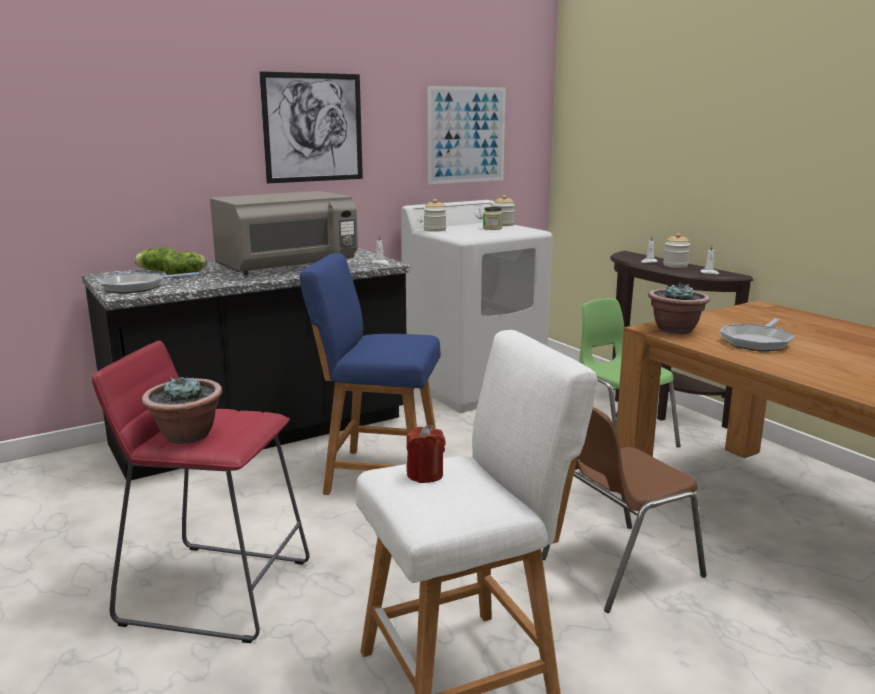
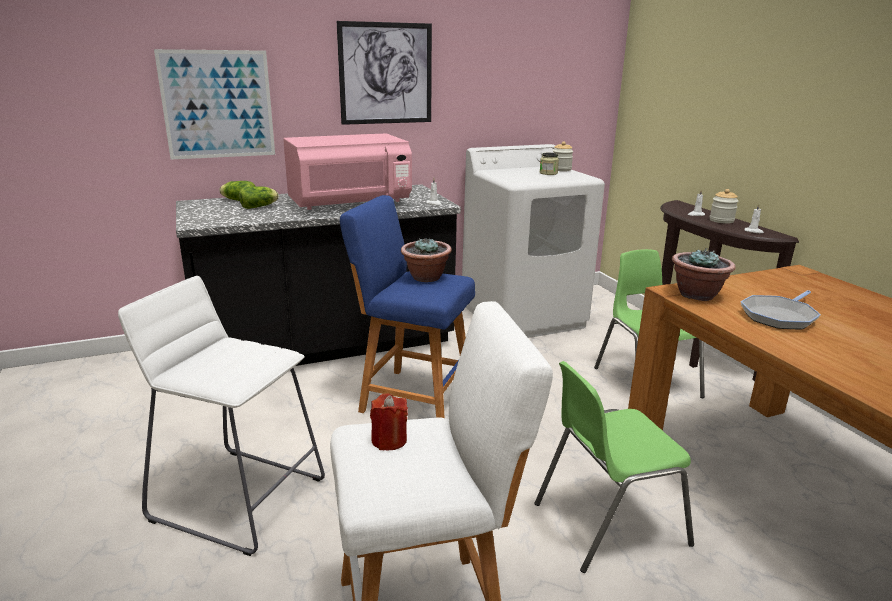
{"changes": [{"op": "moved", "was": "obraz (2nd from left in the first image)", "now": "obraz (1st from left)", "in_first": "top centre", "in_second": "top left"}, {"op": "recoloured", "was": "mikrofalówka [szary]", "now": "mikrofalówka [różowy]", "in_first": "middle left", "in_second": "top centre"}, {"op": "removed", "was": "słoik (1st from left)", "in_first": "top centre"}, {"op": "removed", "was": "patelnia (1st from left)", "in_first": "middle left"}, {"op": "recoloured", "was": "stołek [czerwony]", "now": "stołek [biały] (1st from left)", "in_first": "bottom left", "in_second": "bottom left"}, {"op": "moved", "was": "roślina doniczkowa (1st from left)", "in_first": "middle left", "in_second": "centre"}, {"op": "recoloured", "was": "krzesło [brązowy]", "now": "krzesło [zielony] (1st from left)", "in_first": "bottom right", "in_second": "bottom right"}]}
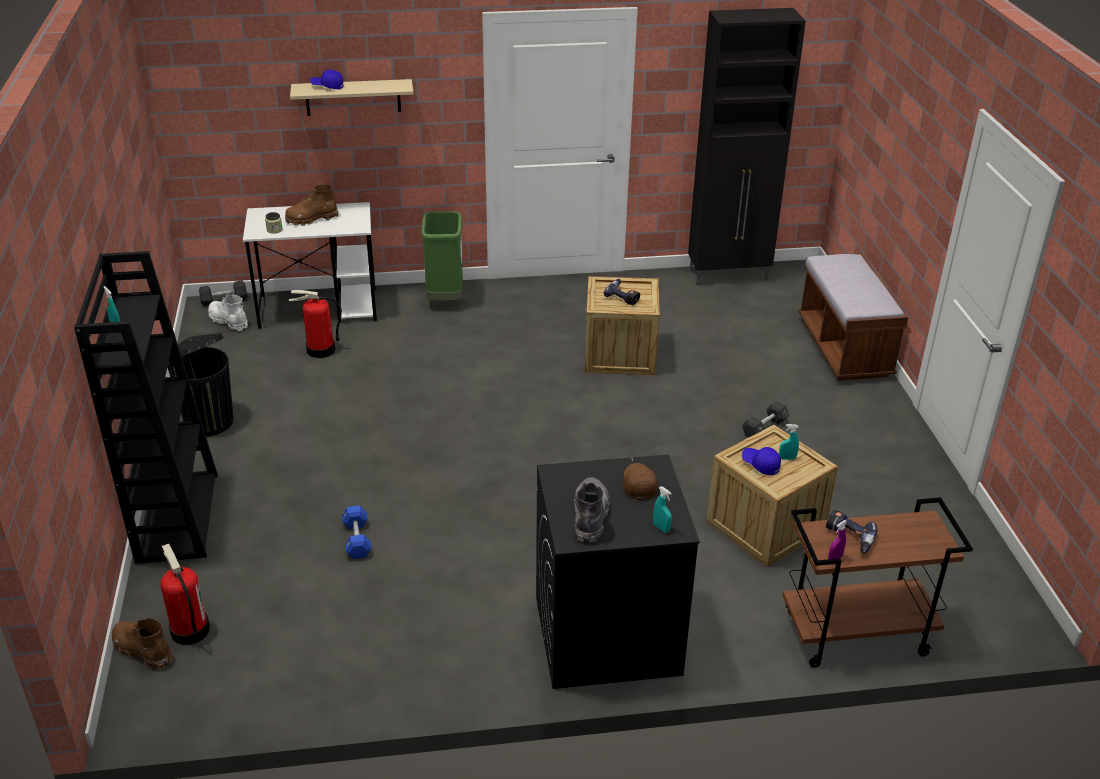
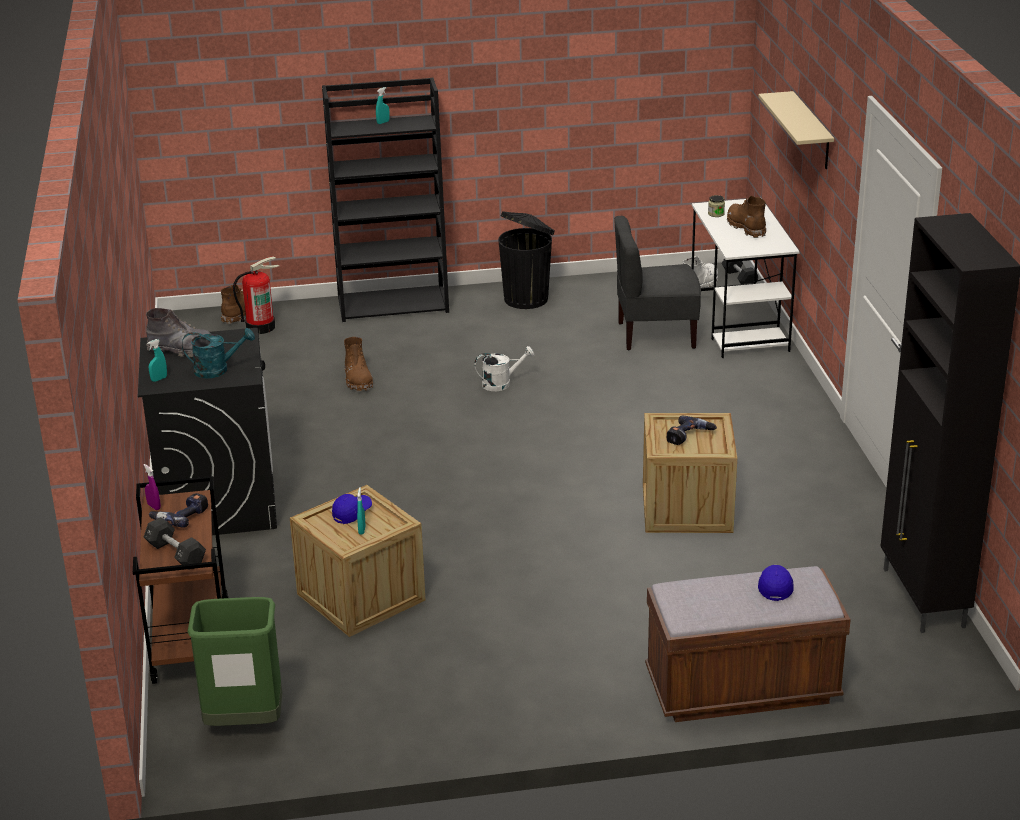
{"changes": [{"op": "moved", "was": "czapka z daszkiem [niebieski] (1st from left in the first image)", "now": "czapka z daszkiem [niebieski] (2nd from left)", "in_first": "top left", "in_second": "bottom right"}, {"op": "moved", "was": "kosz na śmieci [zielony]", "in_first": "top centre", "in_second": "bottom left"}, {"op": "replaced", "was": "gaśnica (2nd from left)", "now": "krzesło [szary]", "in_first": "middle left", "in_second": "centre"}, {"op": "moved", "was": "hantel [czarny] (2nd from left in the first image)", "now": "hantel [czarny] (1st from left)", "in_first": "middle right", "in_second": "middle left"}, {"op": "replaced", "was": "czapka z daszkiem [brązowy]", "now": "konewka [turkusowy]", "in_first": "centre", "in_second": "middle left"}, {"op": "replaced", "was": "hantel [niebieski]", "now": "but z cholewką [brązowy] (2nd from left)", "in_first": "bottom left", "in_second": "centre"}, {"op": "added", "now": "konewka [biały]", "in_second": "centre"}]}
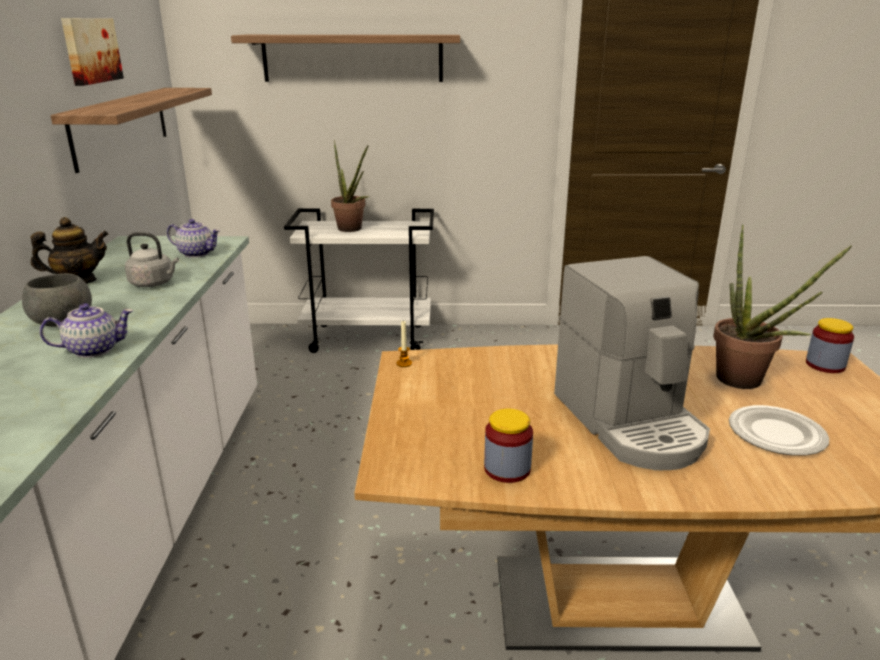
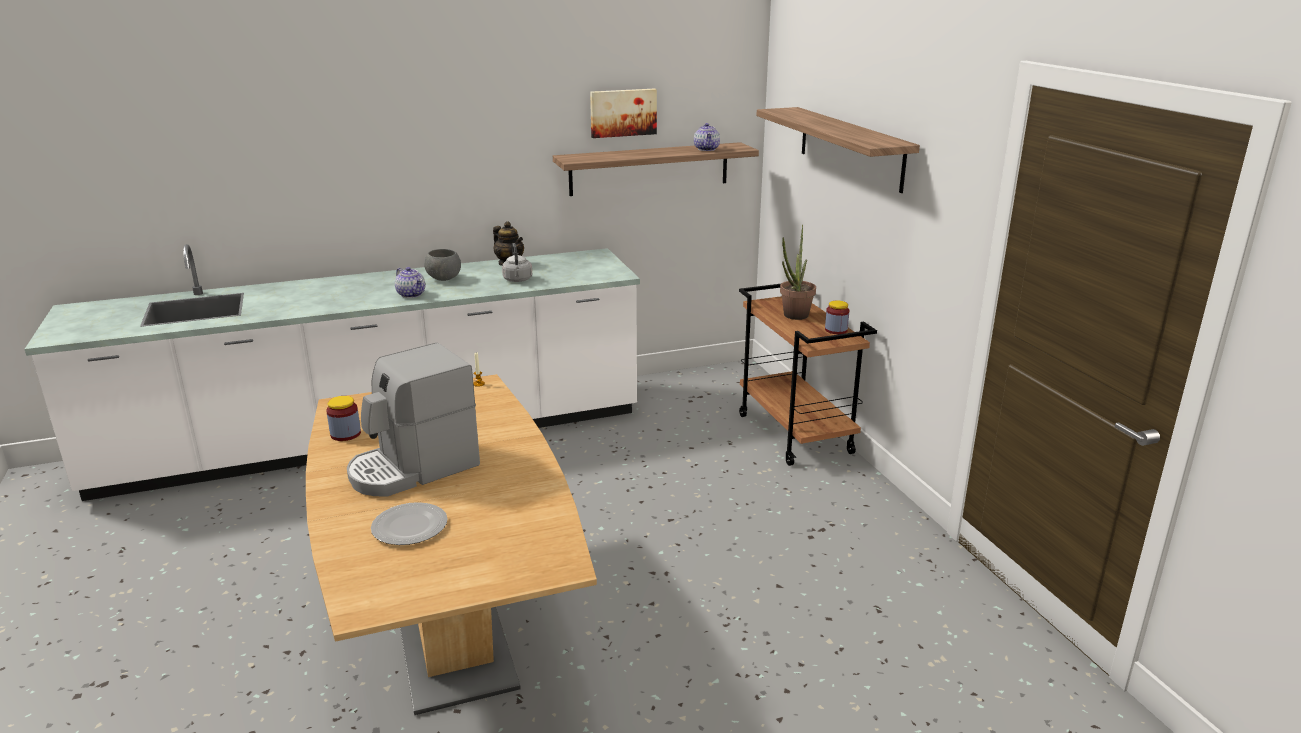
{"changes": [{"op": "recoloured", "was": "wózek [biały]", "now": "wózek [brązowy]", "in_first": "centre", "in_second": "centre"}, {"op": "moved", "was": "imbryk (3rd from left)", "in_first": "middle left", "in_second": "top centre"}, {"op": "removed", "was": "roślina doniczkowa (2nd from left)", "in_first": "middle right"}, {"op": "moved", "was": "słoik (2nd from left)", "in_first": "middle right", "in_second": "centre"}]}
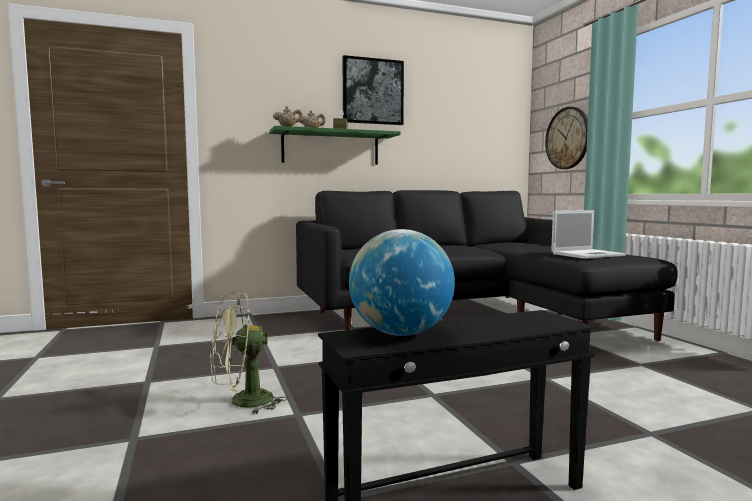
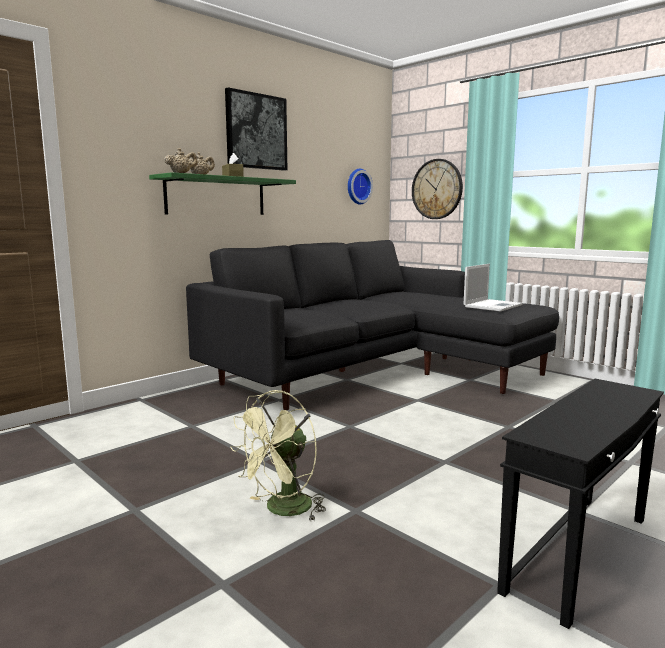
{"changes": [{"op": "removed", "was": "globus", "in_first": "centre"}, {"op": "added", "now": "zegar ścienny (1st from left)", "in_second": "top centre"}]}
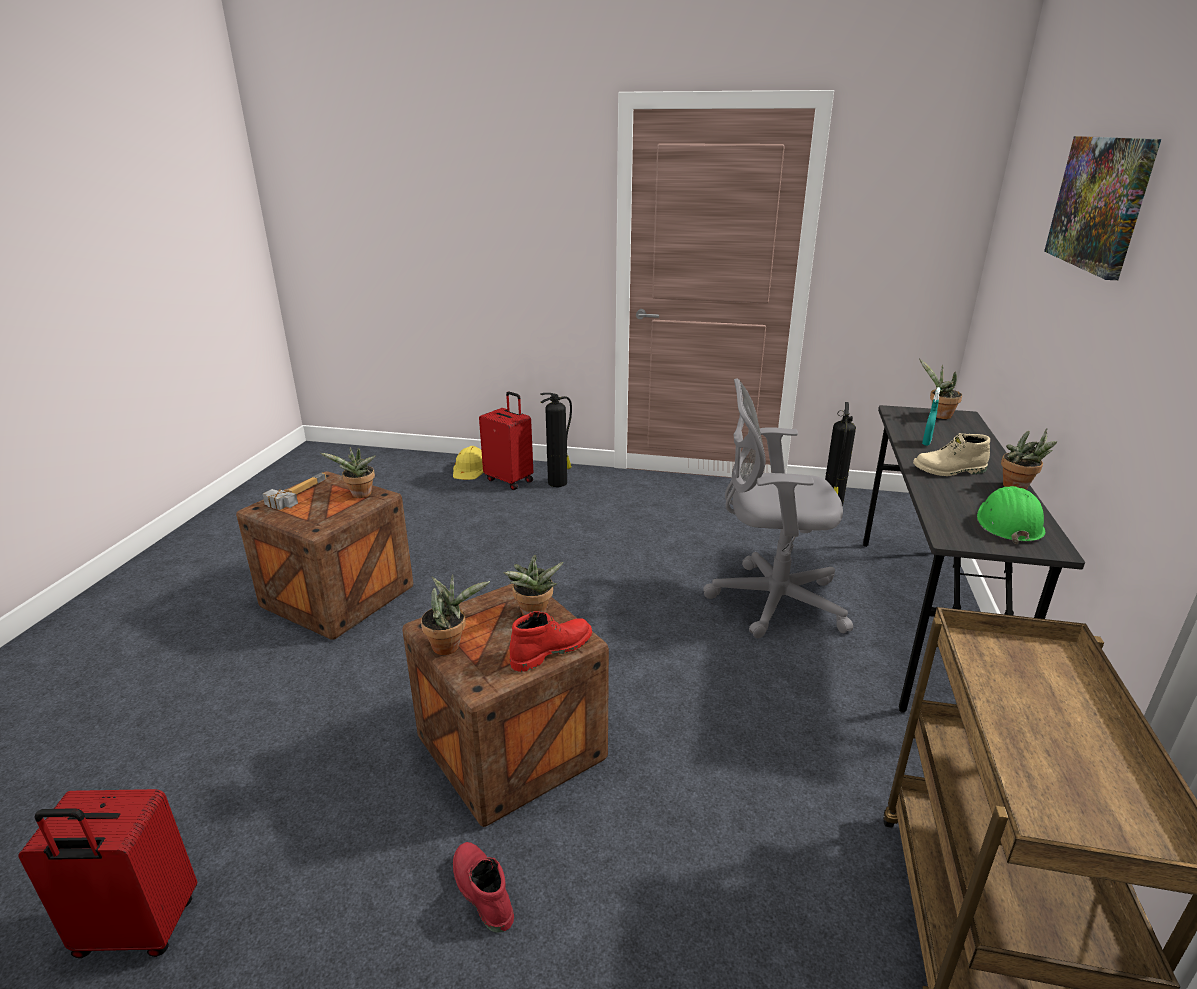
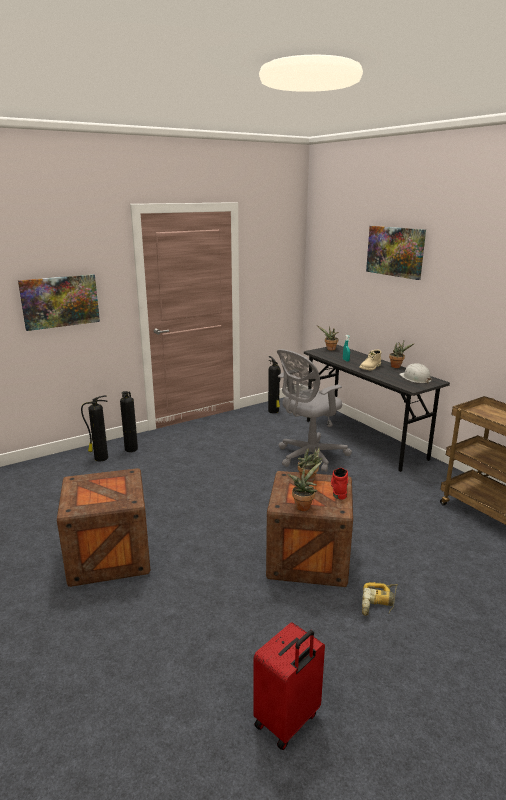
{"changes": [{"op": "replaced", "was": "walizka [czerwony] (2nd from left)", "now": "gaśnica (1st from left)", "in_first": "centre", "in_second": "middle left"}, {"op": "removed", "was": "kask [żółty]", "in_first": "centre"}, {"op": "removed", "was": "roślina doniczkowa (1st from left)", "in_first": "middle left"}, {"op": "removed", "was": "młotek", "in_first": "middle left"}, {"op": "recoloured", "was": "kask [zielony]", "now": "kask [biały]", "in_first": "middle right", "in_second": "middle right"}, {"op": "replaced", "was": "but z cholewką [czerwony] (1st from left)", "now": "wiertarka", "in_first": "bottom centre", "in_second": "bottom right"}, {"op": "added", "now": "obraz (1st from left)", "in_second": "middle left"}]}
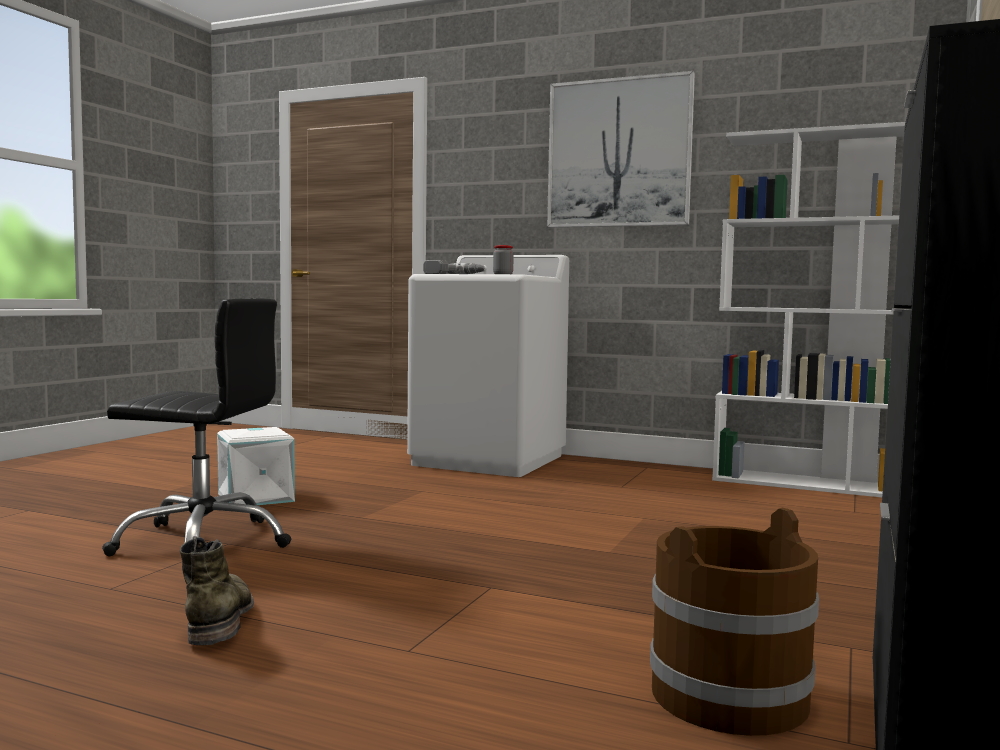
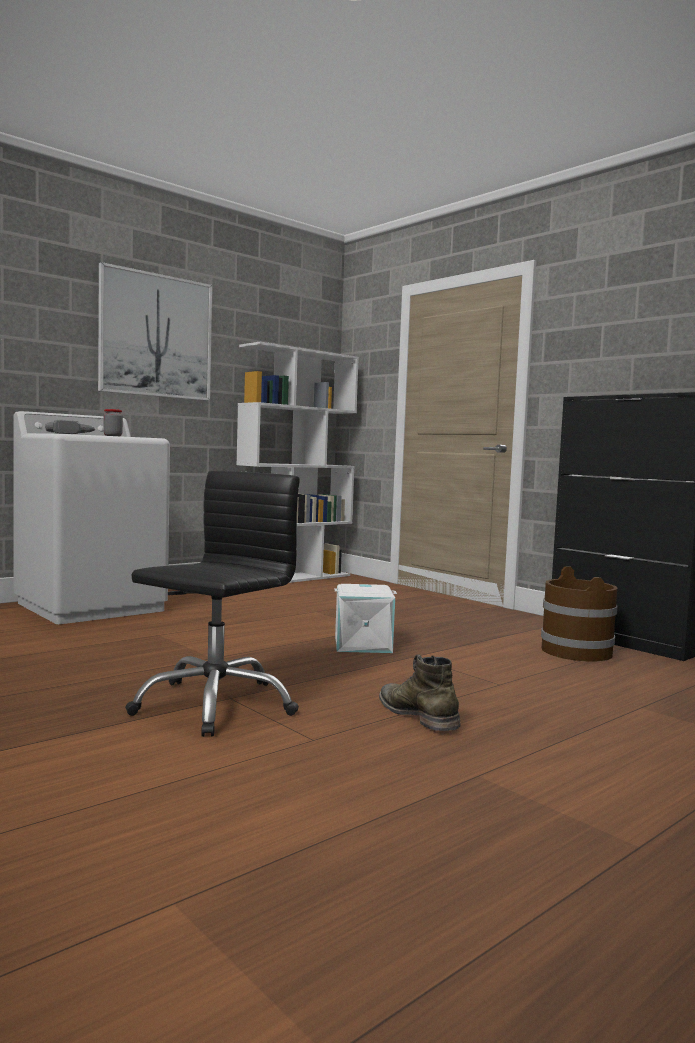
{"changes": [{"op": "moved", "was": "pojemnik do przechowywania [biały]", "in_first": "middle left", "in_second": "centre"}, {"op": "turned", "was": "but z cholewką [zielony]", "in_first": "bottom left", "in_second": "centre", "clockwise": 45}]}
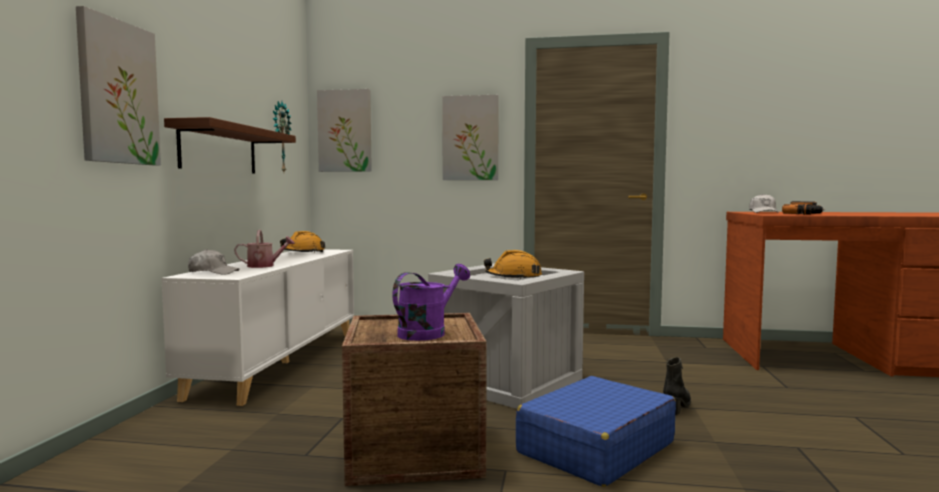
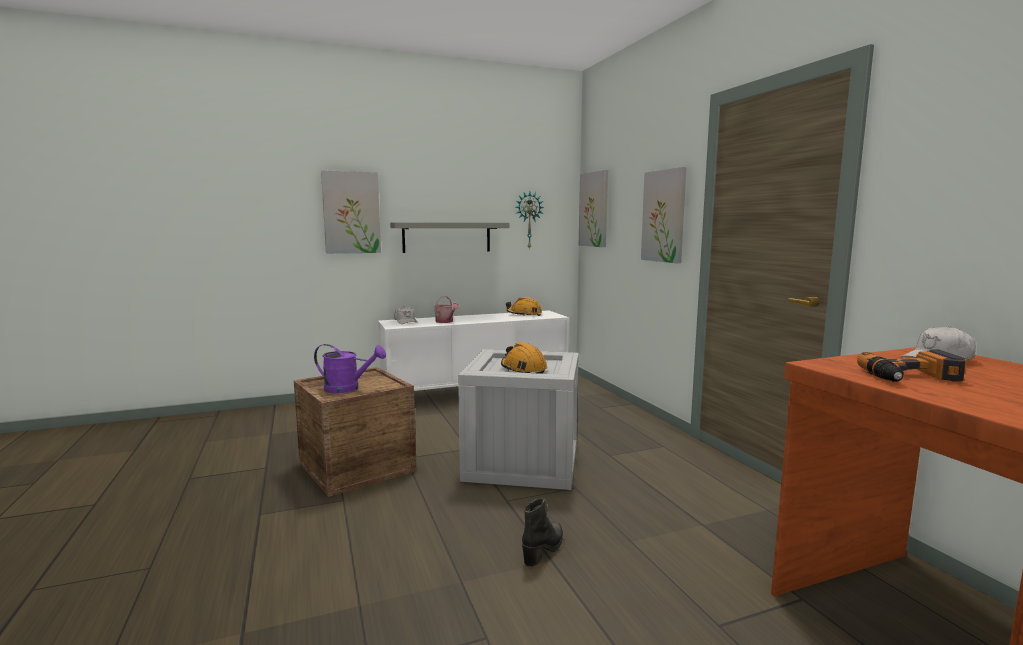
{"changes": [{"op": "recoloured", "was": "półka [brązowy]", "now": "półka [szary]", "in_first": "top left", "in_second": "centre"}, {"op": "turned", "was": "but z cholewką [czarny]", "in_first": "bottom right", "in_second": "bottom centre", "clockwise": -60}, {"op": "removed", "was": "walizka [niebieski]", "in_first": "bottom centre"}]}
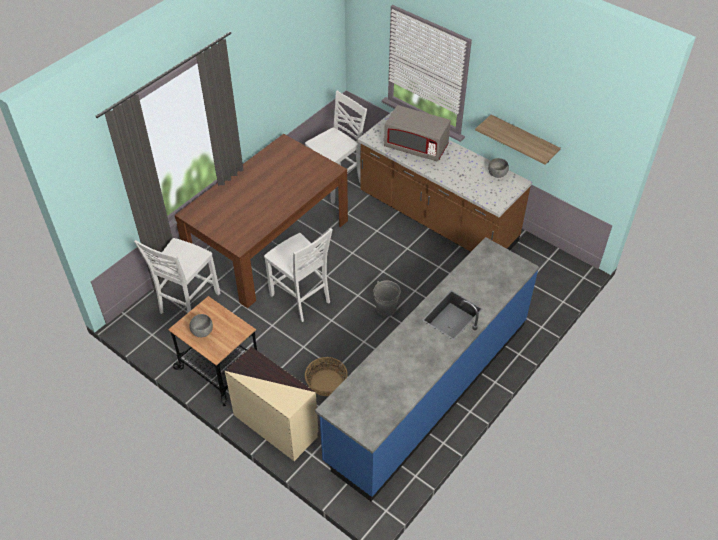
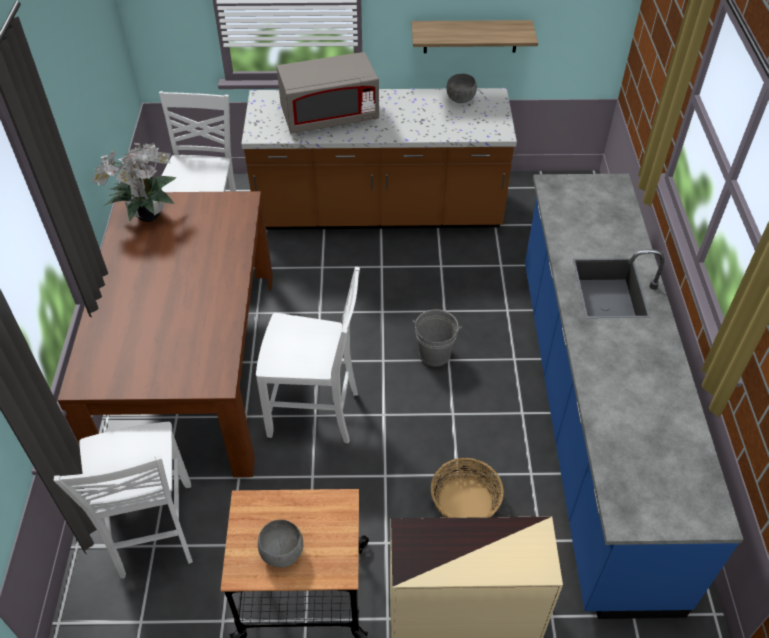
{"changes": [{"op": "added", "now": "roślina doniczkowa", "in_second": "top left"}]}
